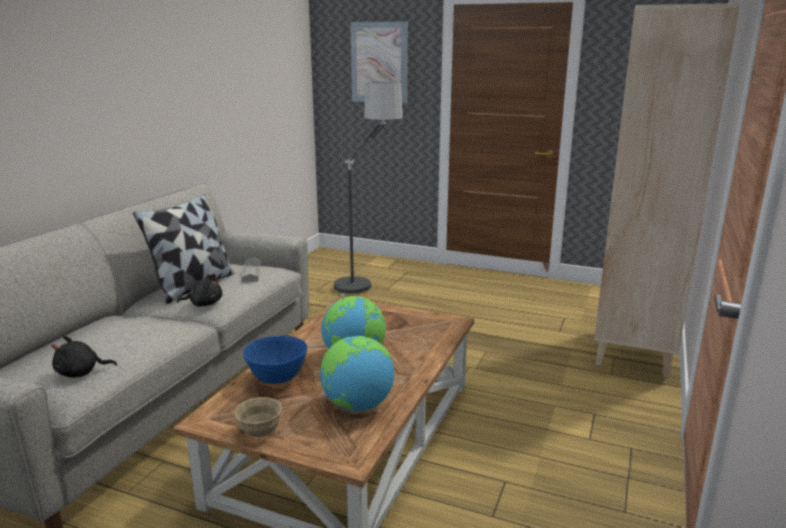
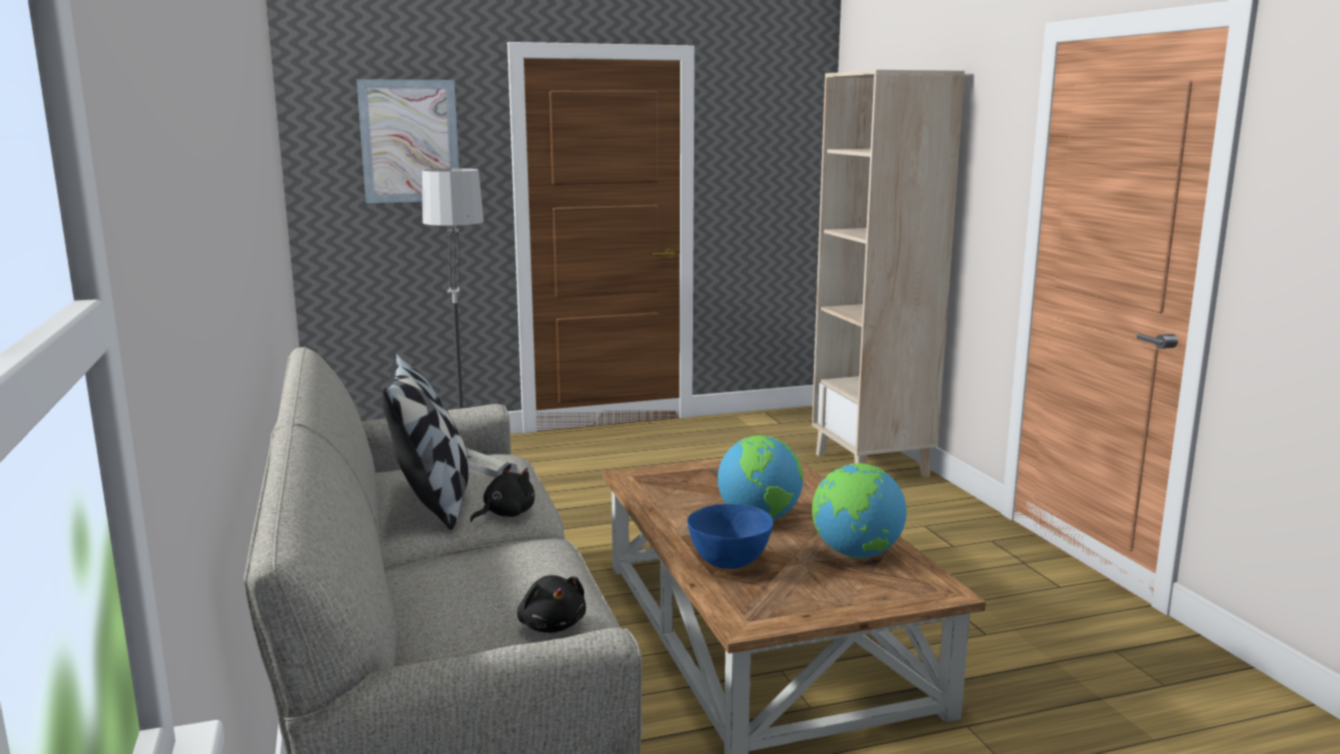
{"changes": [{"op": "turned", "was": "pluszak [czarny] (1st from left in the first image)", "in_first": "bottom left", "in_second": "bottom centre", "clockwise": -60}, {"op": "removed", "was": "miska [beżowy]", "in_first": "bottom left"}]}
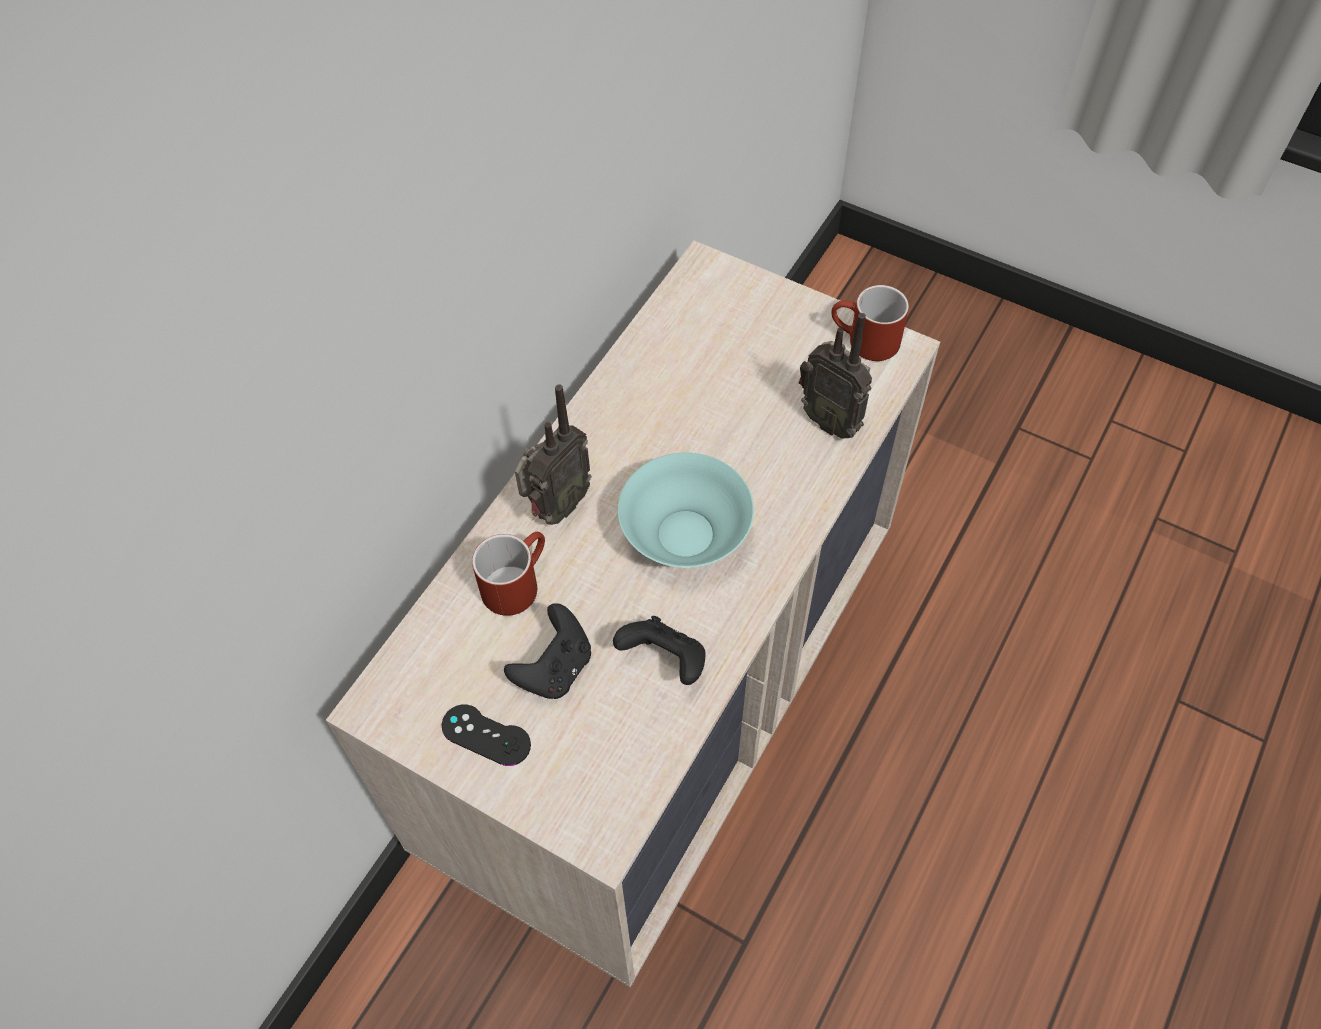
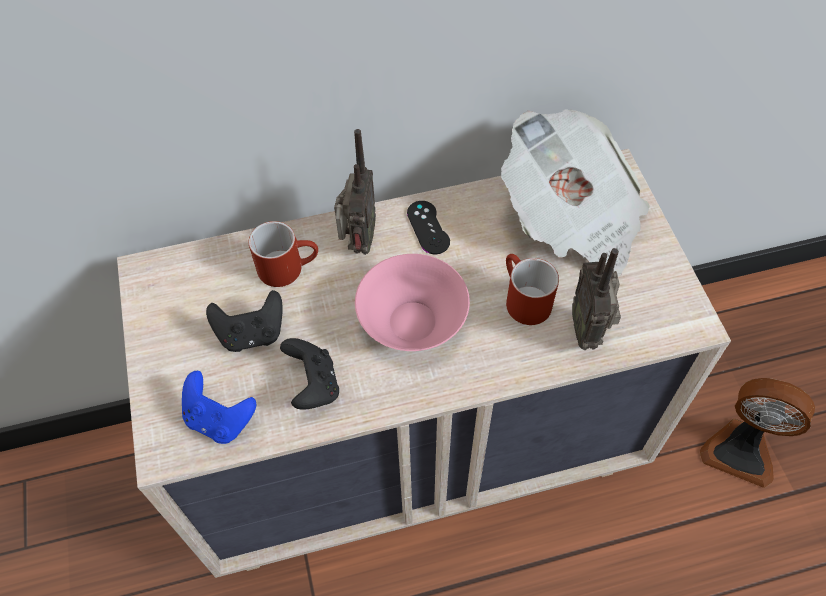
{"changes": [{"op": "moved", "was": "kubek [czerwony] (2nd from left)", "in_first": "top centre", "in_second": "centre"}, {"op": "turned", "was": "radio (1st from left)", "in_first": "centre", "in_second": "top centre", "clockwise": -75}, {"op": "recoloured", "was": "miska [turkusowy]", "now": "miska [różowy]", "in_first": "centre", "in_second": "centre"}, {"op": "moved", "was": "pad do gier [czarny] (1st from left in the first image)", "now": "pad do gier [czarny] (3rd from left)", "in_first": "bottom centre", "in_second": "centre"}, {"op": "added", "now": "gazeta", "in_second": "top right"}, {"op": "added", "now": "pad do gier [niebieski]", "in_second": "bottom left"}, {"op": "added", "now": "wentylator", "in_second": "bottom right"}]}
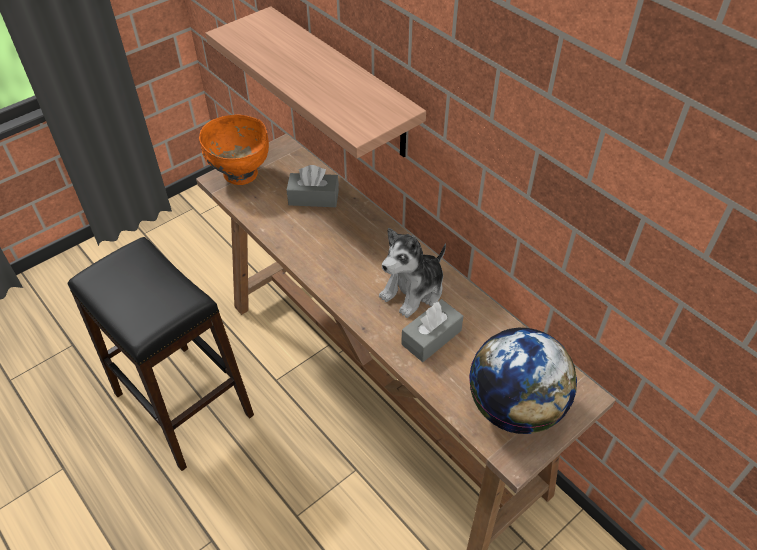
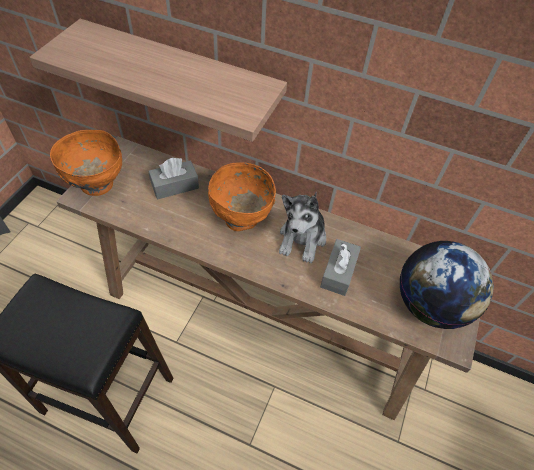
{"changes": [{"op": "added", "now": "miska [pomarańczowy] (2nd from left)", "in_second": "centre"}]}
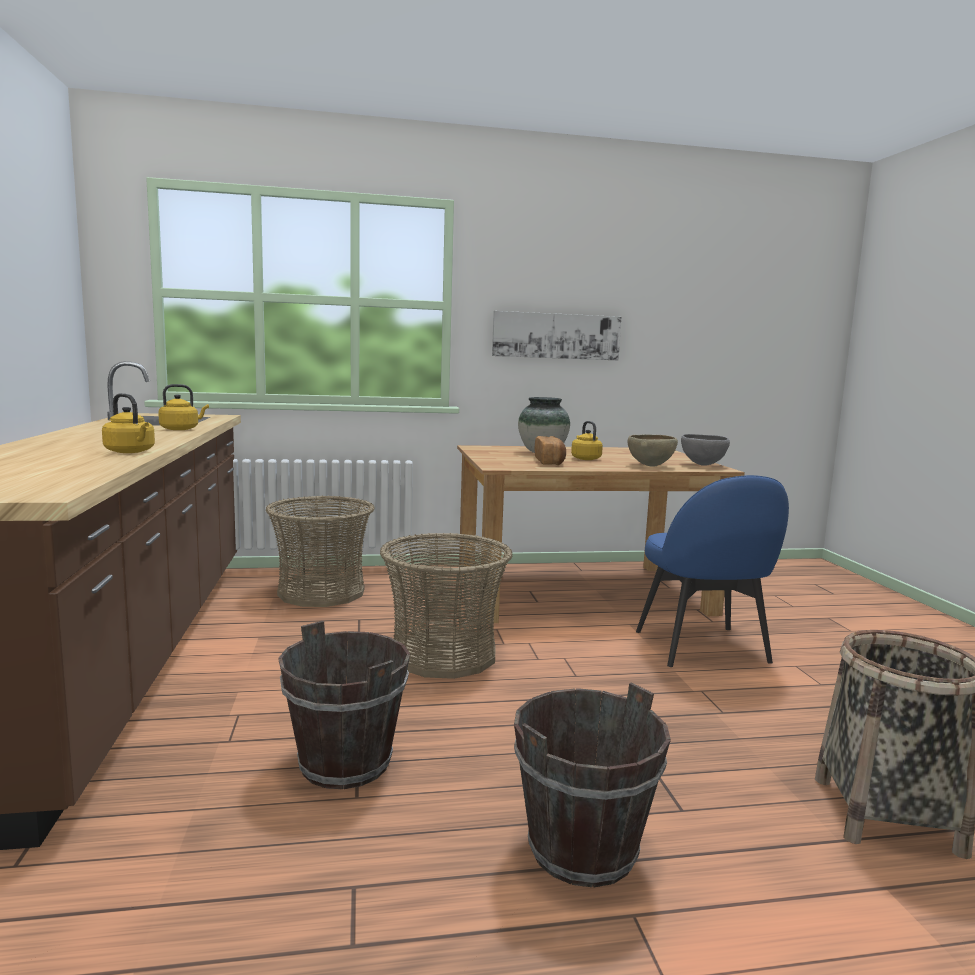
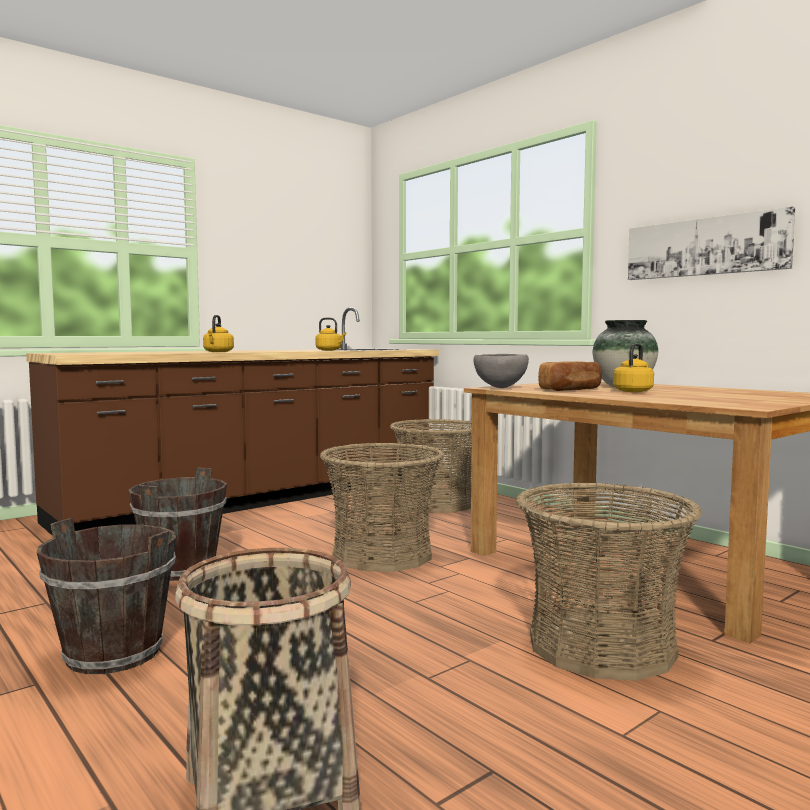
{"changes": [{"op": "removed", "was": "miska [brązowy]", "in_first": "middle right"}, {"op": "moved", "was": "miska [szary]", "in_first": "middle right", "in_second": "centre"}, {"op": "replaced", "was": "krzesło [niebieski]", "now": "koszyk (4th from left)", "in_first": "middle right", "in_second": "bottom right"}]}
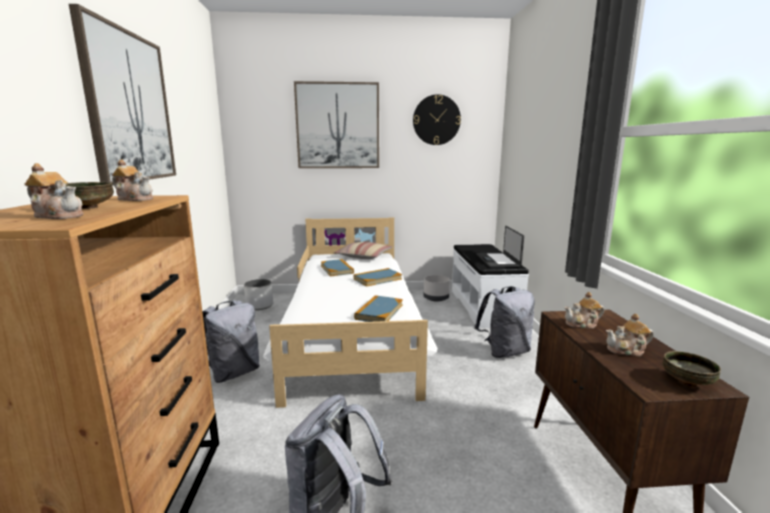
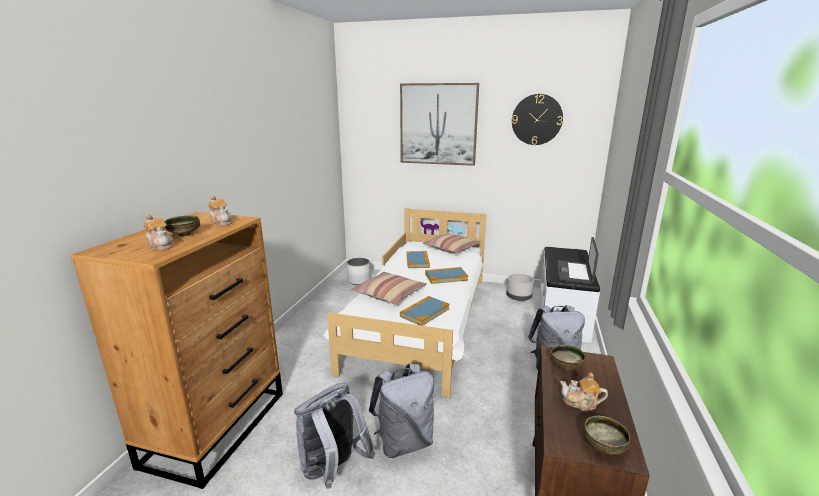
{"changes": [{"op": "removed", "was": "obraz (1st from left)", "in_first": "top left"}, {"op": "replaced", "was": "imbryk (3rd from left)", "now": "miska (2nd from left)", "in_first": "middle right", "in_second": "bottom right"}, {"op": "moved", "was": "plecak [szary] (1st from left in the first image)", "now": "plecak [szary] (2nd from left)", "in_first": "middle left", "in_second": "bottom centre"}, {"op": "added", "now": "poduszka (1st from left)", "in_second": "centre"}]}
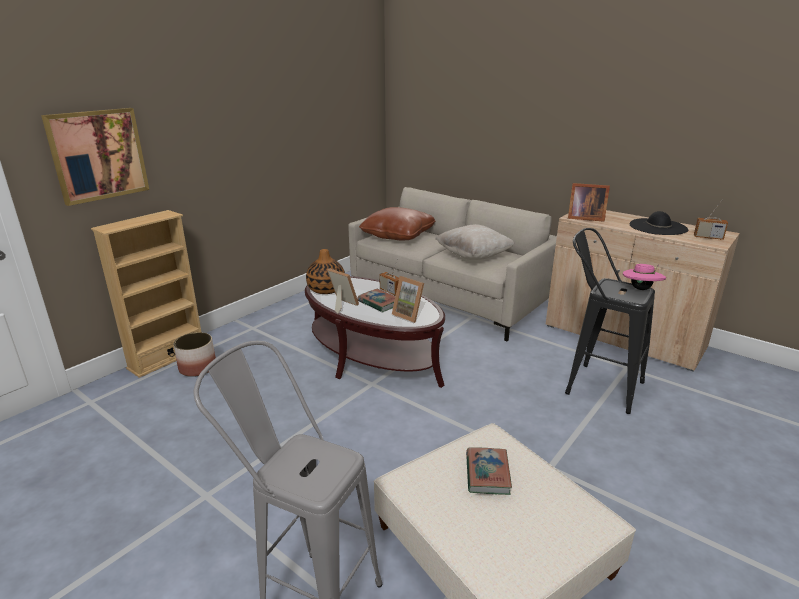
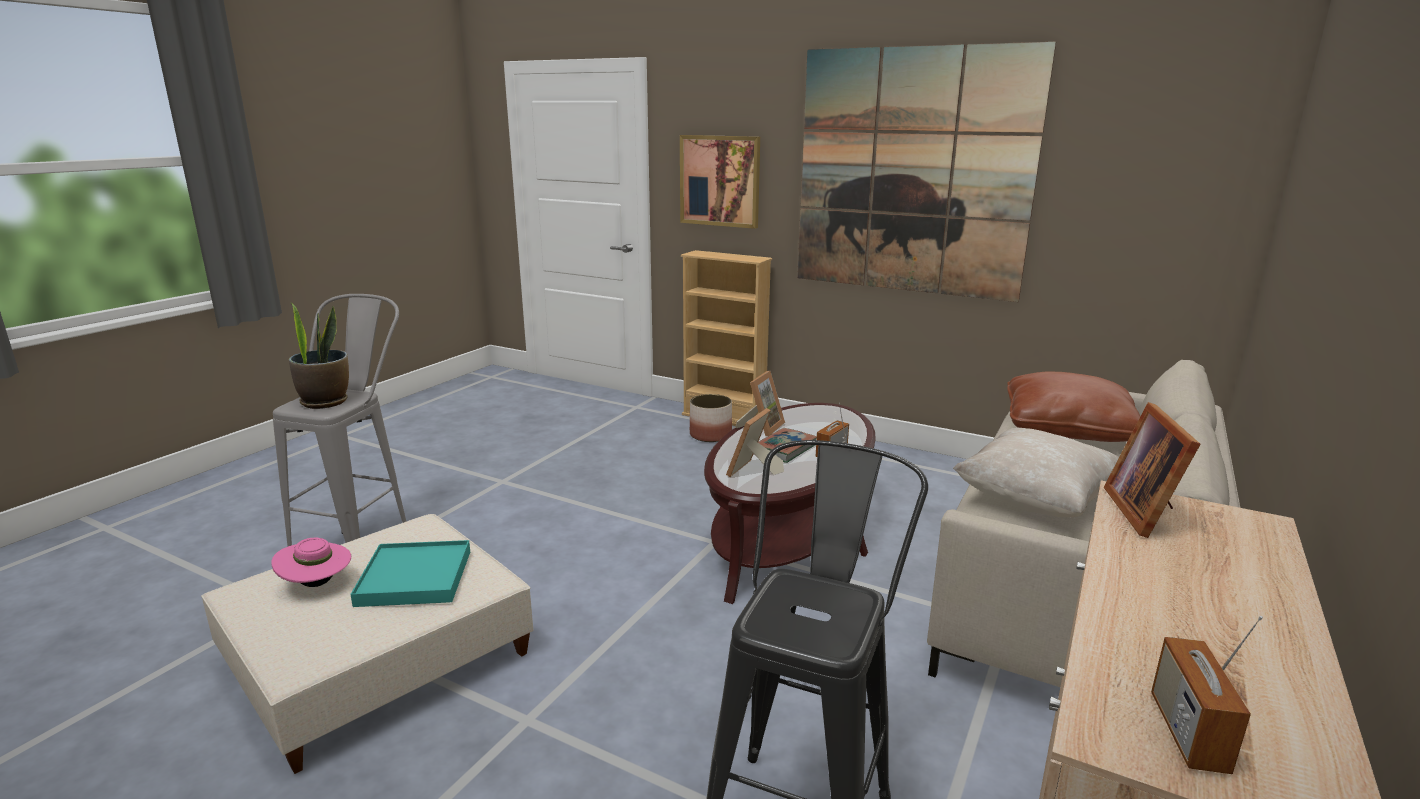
{"changes": [{"op": "removed", "was": "kapelusz [czarny]", "in_first": "middle right"}, {"op": "removed", "was": "wazon", "in_first": "centre"}, {"op": "moved", "was": "kapelusz [różowy]", "in_first": "middle right", "in_second": "bottom left"}, {"op": "replaced", "was": "książka (2nd from left)", "now": "taca [turkusowy]", "in_first": "bottom centre", "in_second": "bottom left"}, {"op": "added", "now": "obraz (2nd from left)", "in_second": "top centre"}, {"op": "added", "now": "roślina doniczkowa", "in_second": "middle left"}]}
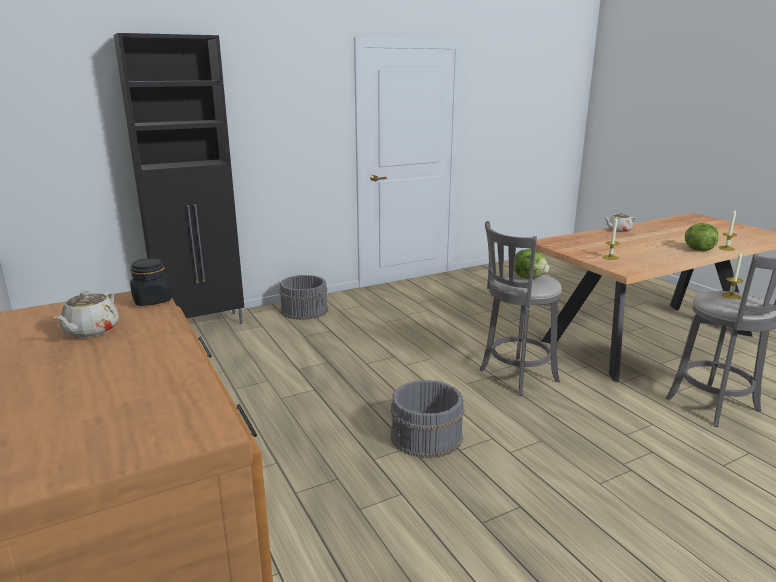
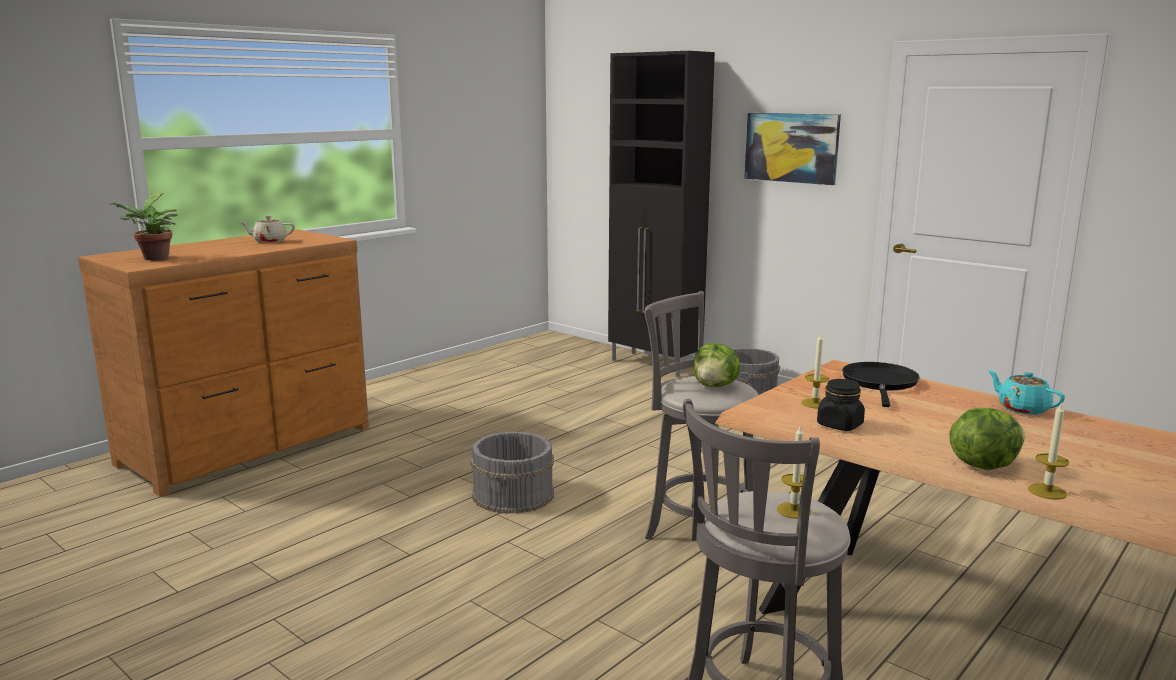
{"changes": [{"op": "recoloured", "was": "imbryk [beżowy] (2nd from left)", "now": "imbryk [turkusowy]", "in_first": "middle right", "in_second": "middle right"}, {"op": "moved", "was": "słoik [czarny]", "in_first": "middle left", "in_second": "middle right"}, {"op": "added", "now": "obraz", "in_second": "top right"}, {"op": "added", "now": "roślina doniczkowa", "in_second": "top left"}, {"op": "added", "now": "patelnia [czarny]", "in_second": "middle right"}]}
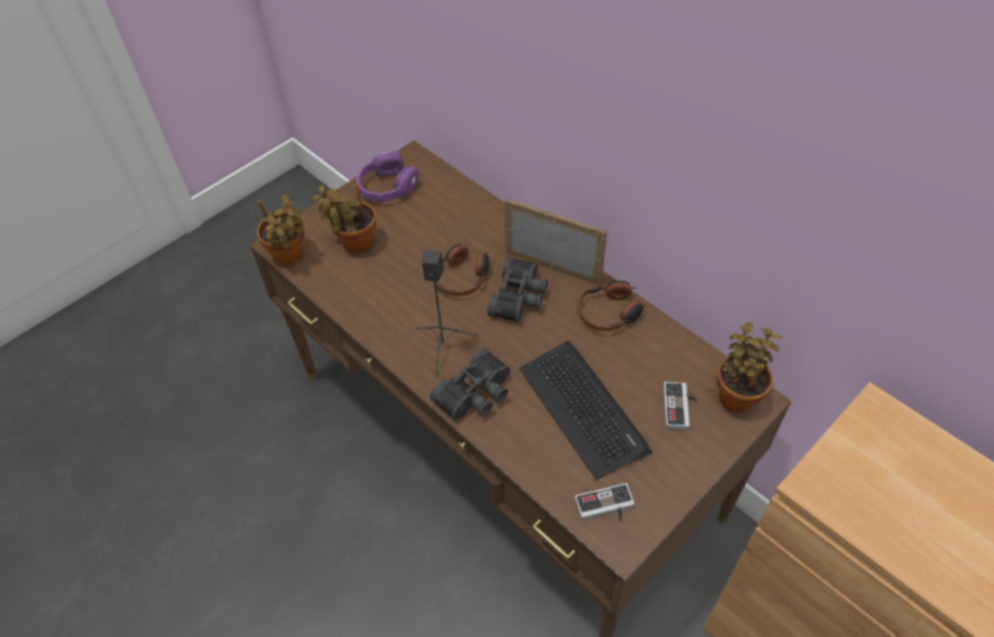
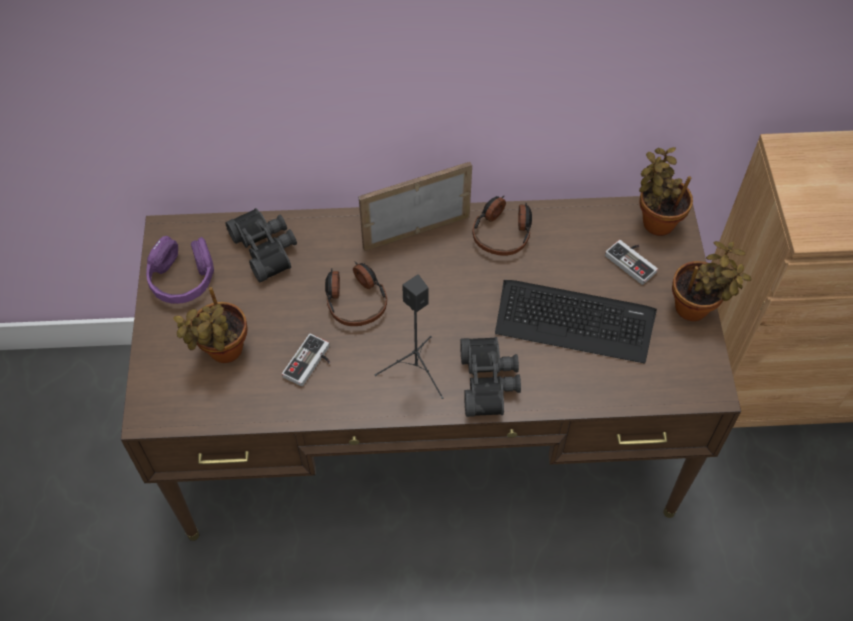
{"changes": [{"op": "moved", "was": "roślina doniczkowa (1st from left in the first image)", "now": "roślina doniczkowa (3rd from left)", "in_first": "middle left", "in_second": "middle right"}, {"op": "moved", "was": "lornetka [czarny] (2nd from left in the first image)", "now": "lornetka [czarny] (1st from left)", "in_first": "centre", "in_second": "middle left"}, {"op": "moved", "was": "pad do gier (1st from left)", "in_first": "bottom centre", "in_second": "centre"}]}
